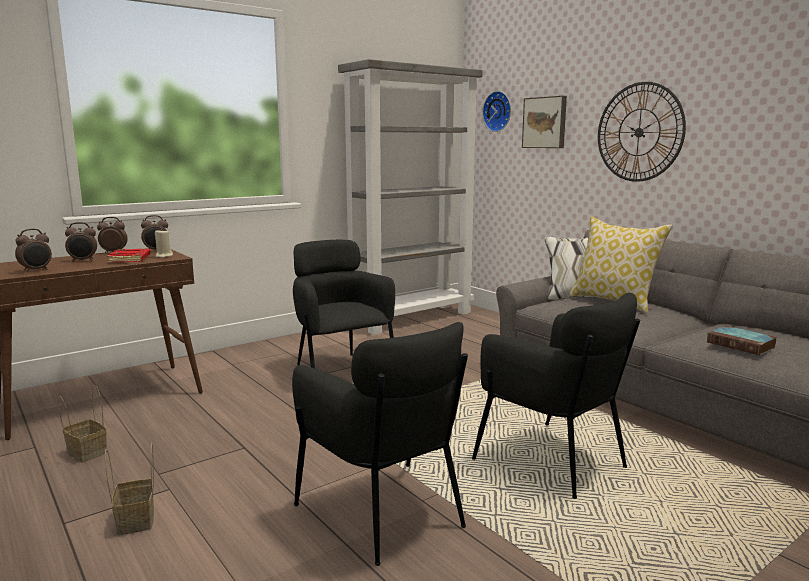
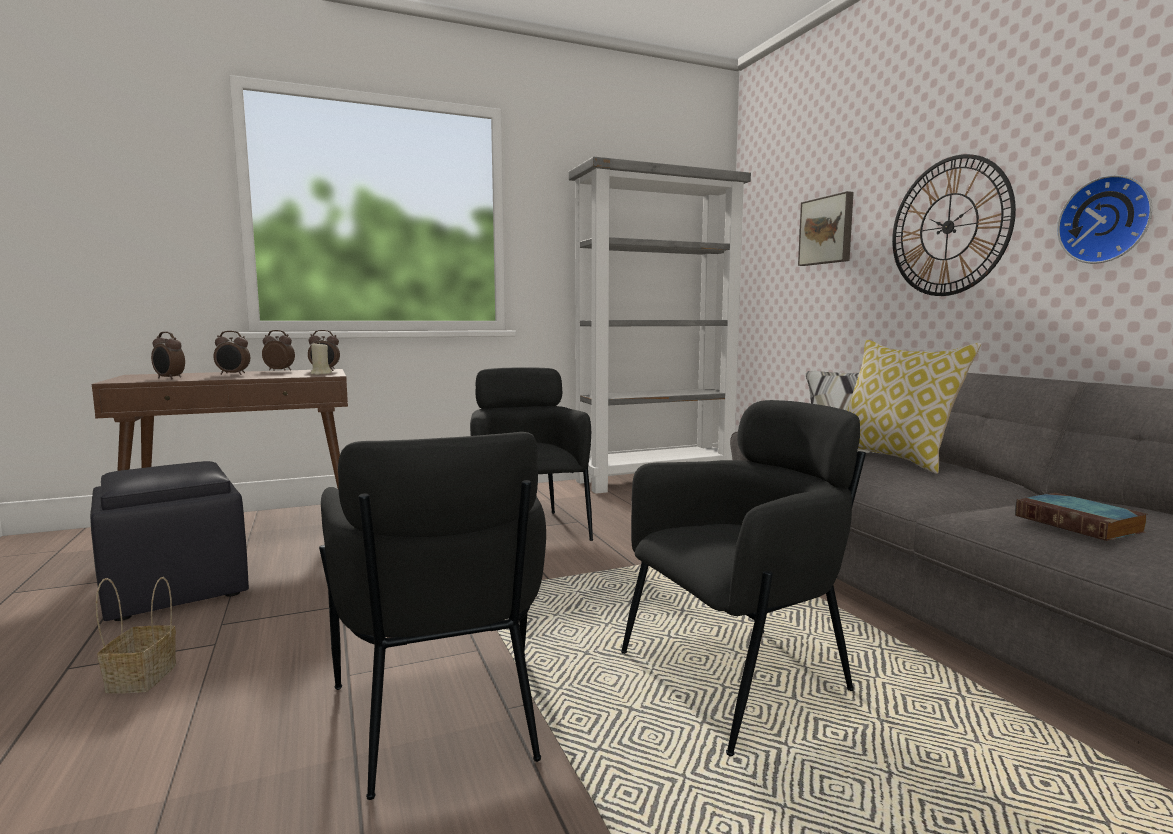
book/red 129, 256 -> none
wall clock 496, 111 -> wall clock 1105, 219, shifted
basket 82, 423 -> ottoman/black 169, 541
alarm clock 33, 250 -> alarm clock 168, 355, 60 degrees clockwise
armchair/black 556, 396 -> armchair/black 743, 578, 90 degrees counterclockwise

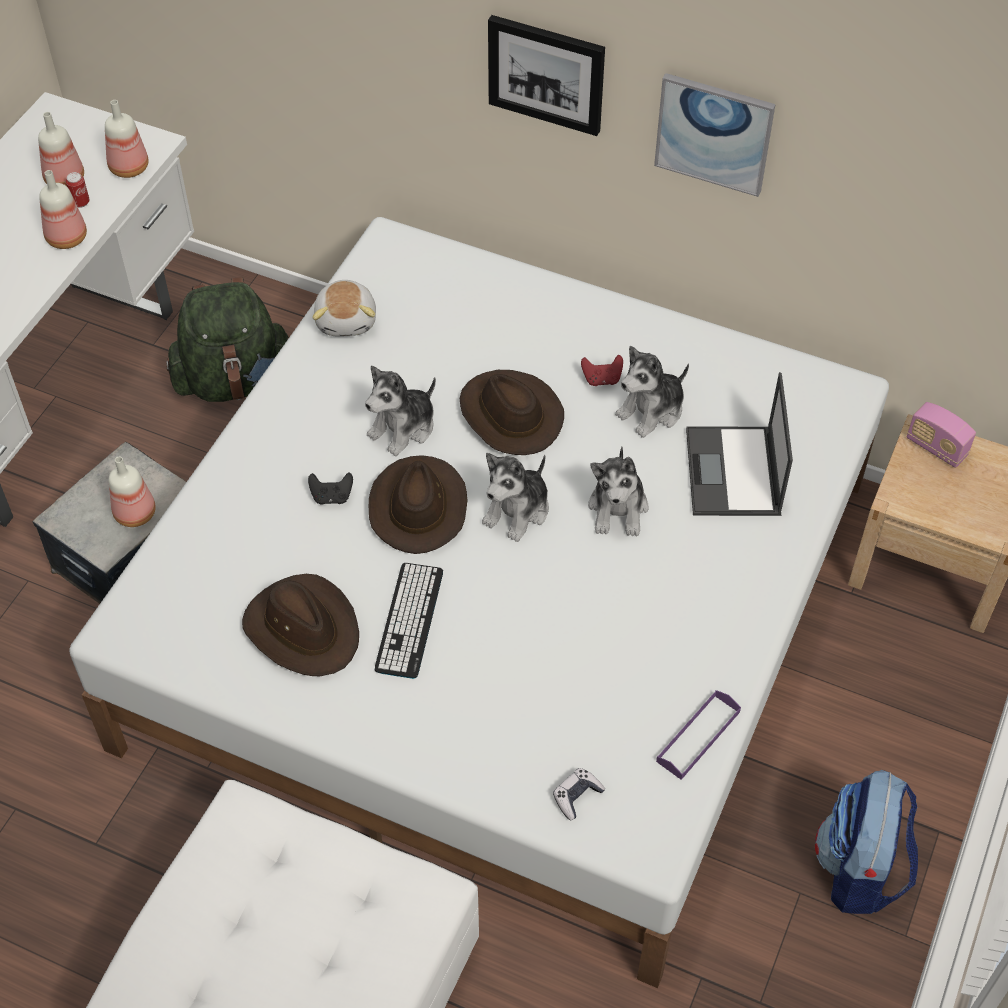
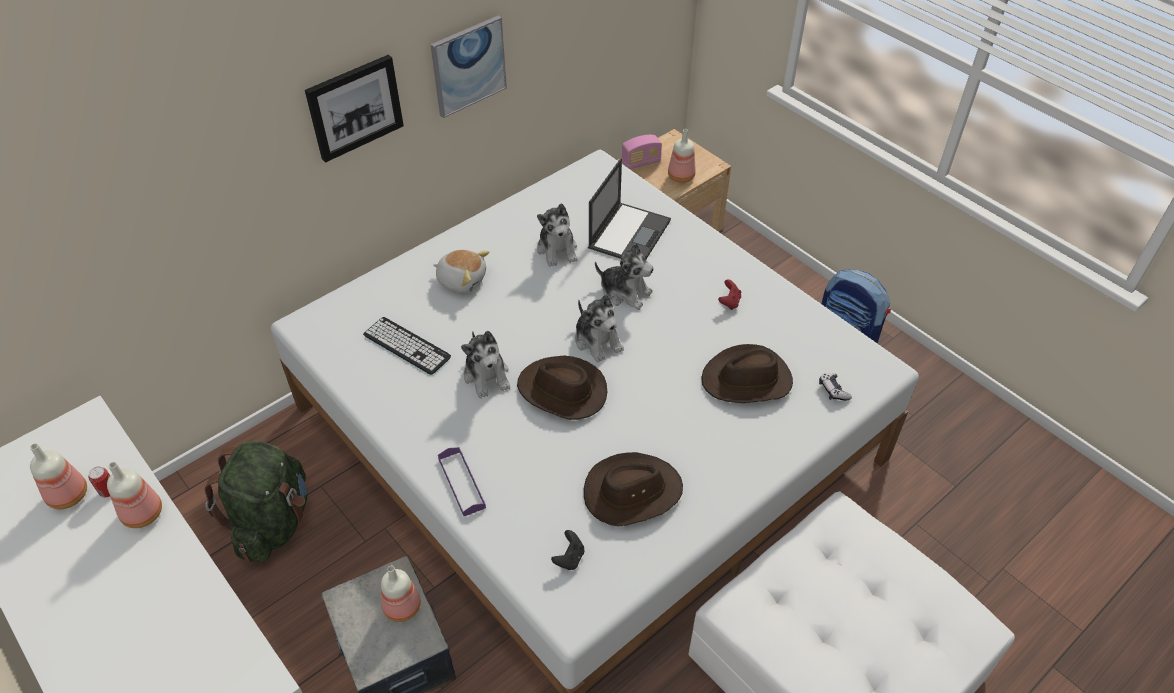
bottle 127, 139 -> bottle 682, 156, shifted
game controller/black 330, 489 -> game controller/black 568, 550, shifted
plush toy 344, 308 -> plush toy 461, 271, shifted
keyboard 409, 621 -> keyboard 407, 346, shifted
hat/brown 512, 412 -> hat/brown 747, 373, shifted
game controller/red 602, 370 -> game controller/red 729, 294, shifted
tray/purple 698, 735 -> tray/purple 462, 481, shifted
laptop 739, 444 -> laptop 629, 208, 90 degrees counterclockwise

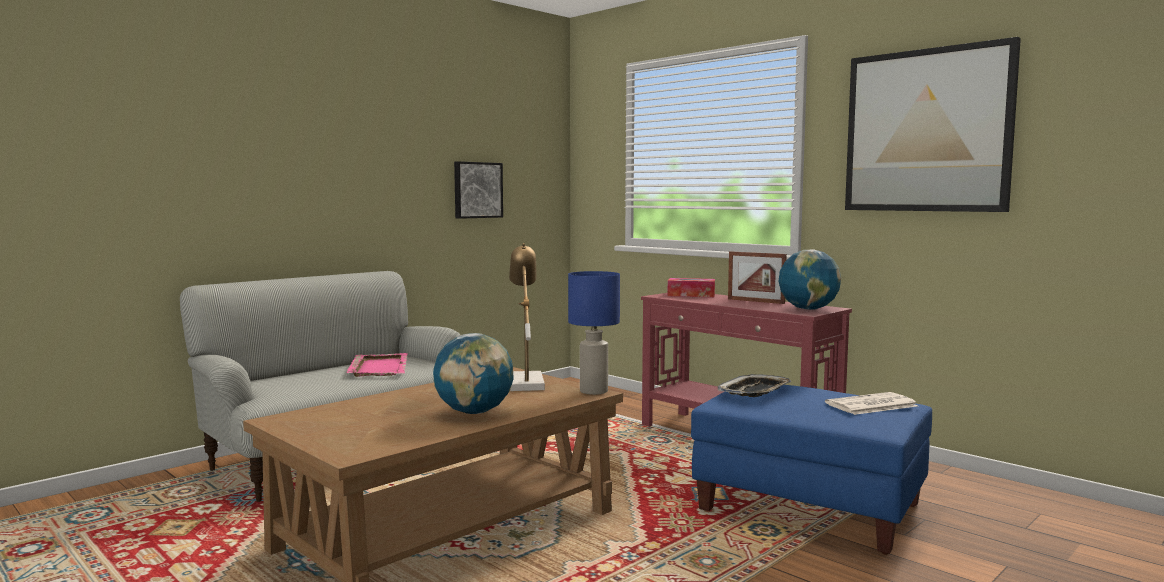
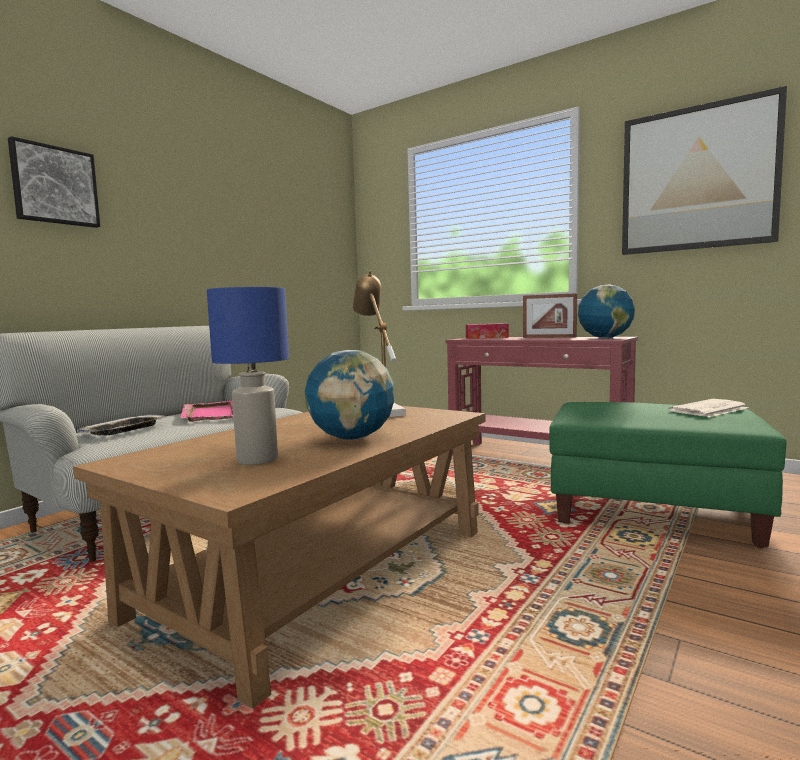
picture 478, 190 -> picture 54, 182, shifted
table lamp/blue 594, 333 -> table lamp/blue 248, 376, shifted
tray 754, 385 -> tray 122, 425, shifted
ottoman/blue 811, 470 -> ottoman/green 668, 475

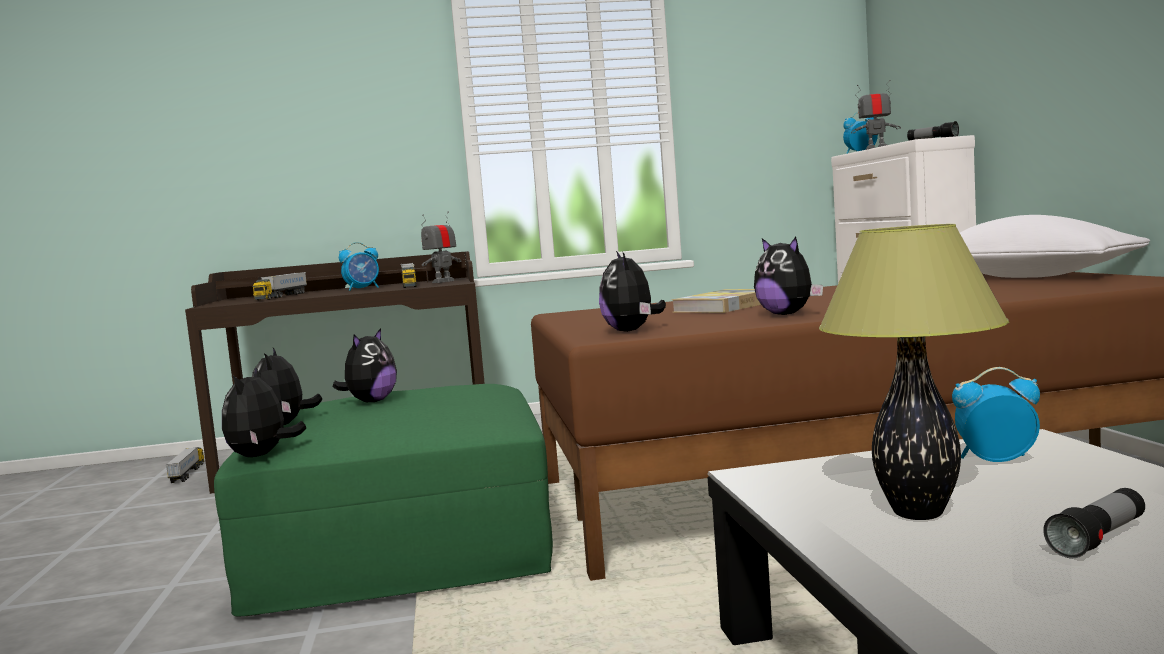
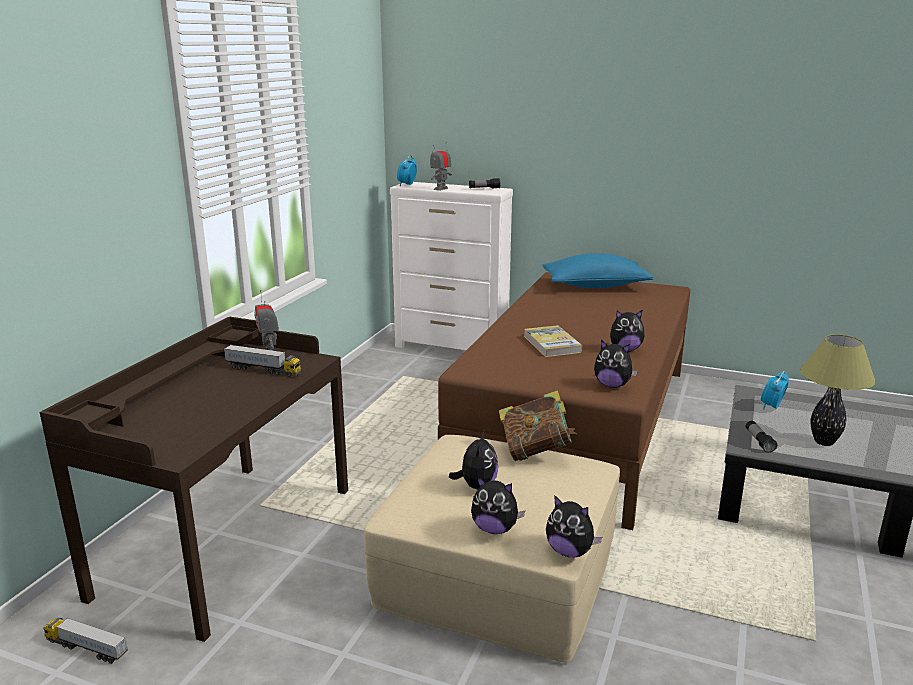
toy truck 279, 286 -> none
alarm clock 359, 266 -> none
none -> book 537, 426
flashlight 1094, 523 -> flashlight 761, 437, shifted
ottoman/green 383, 500 -> ottoman/beige 492, 549
pillow/white 1055, 246 -> pillow/blue 598, 270
plush toy 364, 365 -> plush toy 473, 460, 45 degrees clockwise

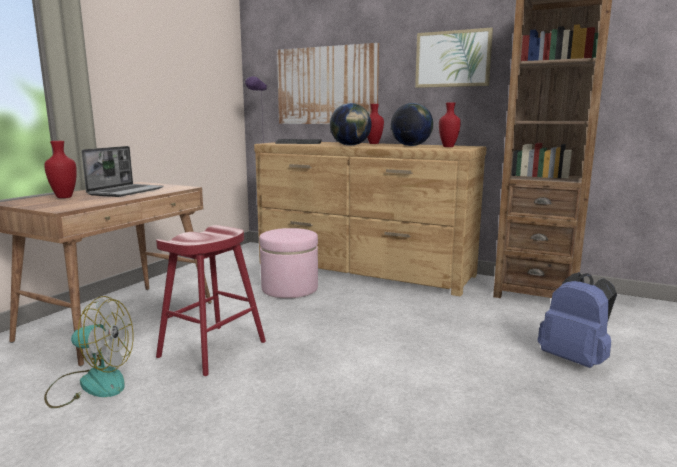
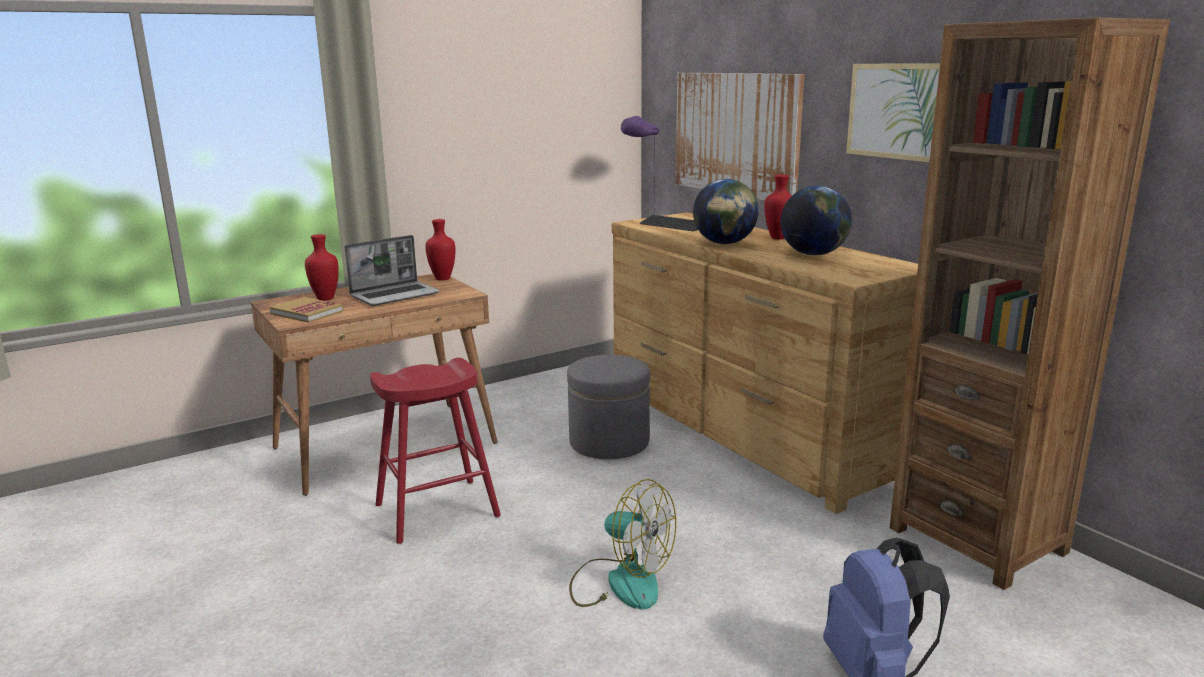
none -> book 306, 310
fan 88, 352 -> fan 622, 544, shifted
vase/red 450, 124 -> vase/red 440, 249, shifted
ottoman/pink 288, 263 -> ottoman/grey 608, 407

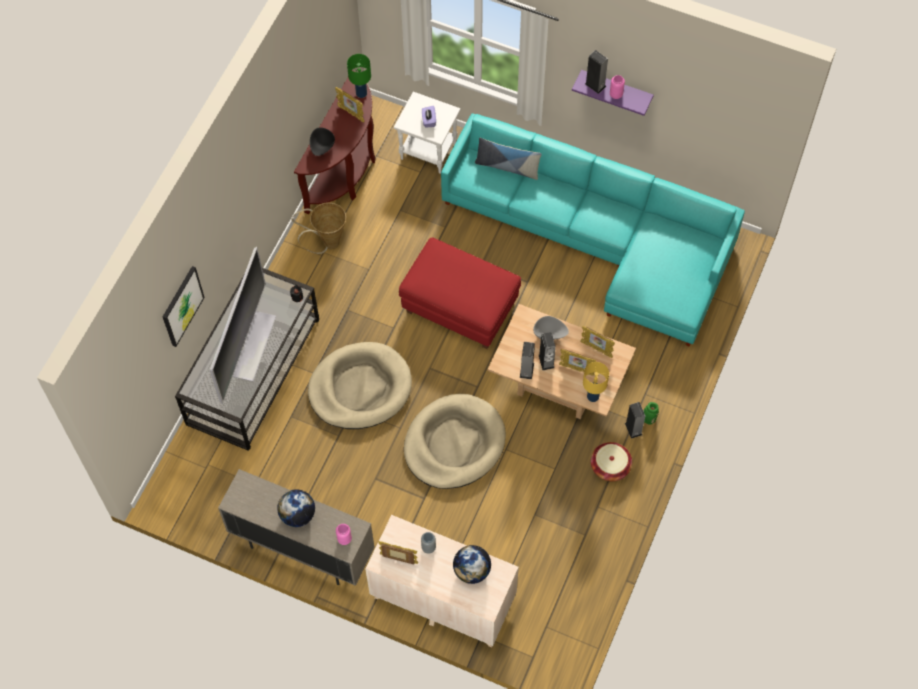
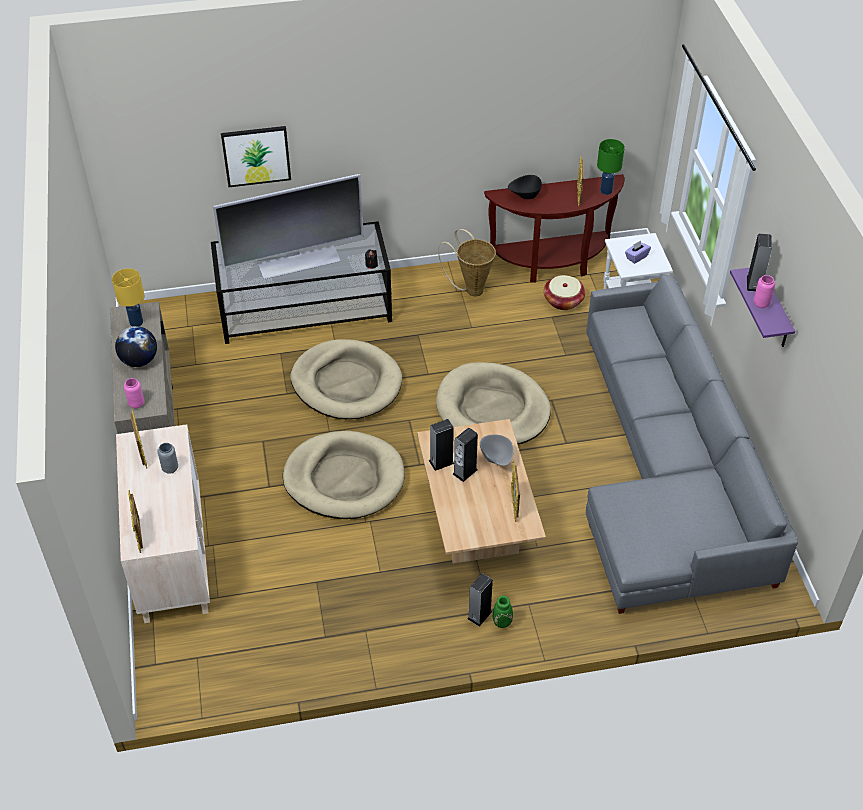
globe 472, 564 -> none
pillow 508, 159 -> none
picture frame 577, 362 -> picture frame 135, 521, shifted
table lamp/yellow 596, 382 -> table lamp/yellow 128, 297, shifted
basket 611, 461 -> basket 564, 292, shifted
ottoman/red 460, 293 -> dog bed/beige 493, 403
sofa/turquoise 593, 230 -> sofa/grey 692, 444

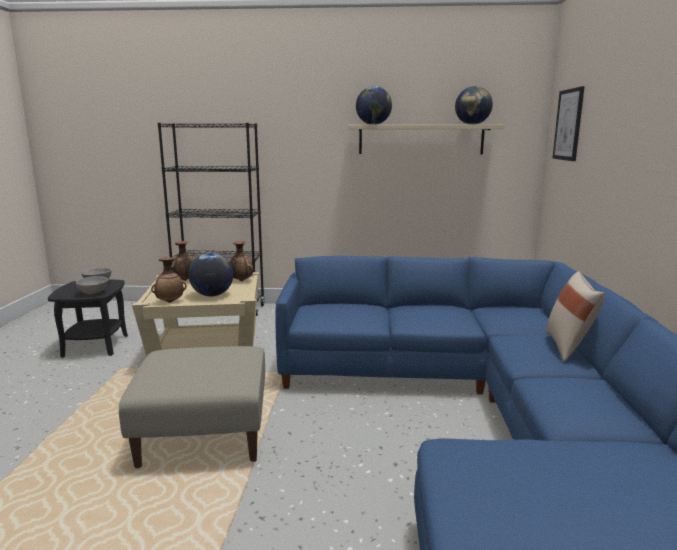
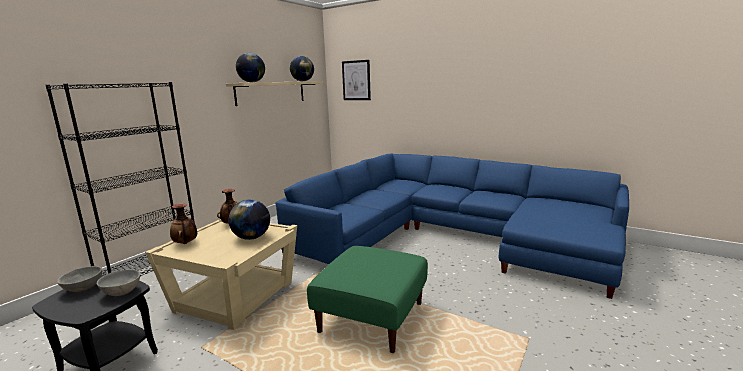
vase 169, 280 -> none
pillow/beige 575, 316 -> none
ottoman/beige 192, 407 -> ottoman/green 367, 299

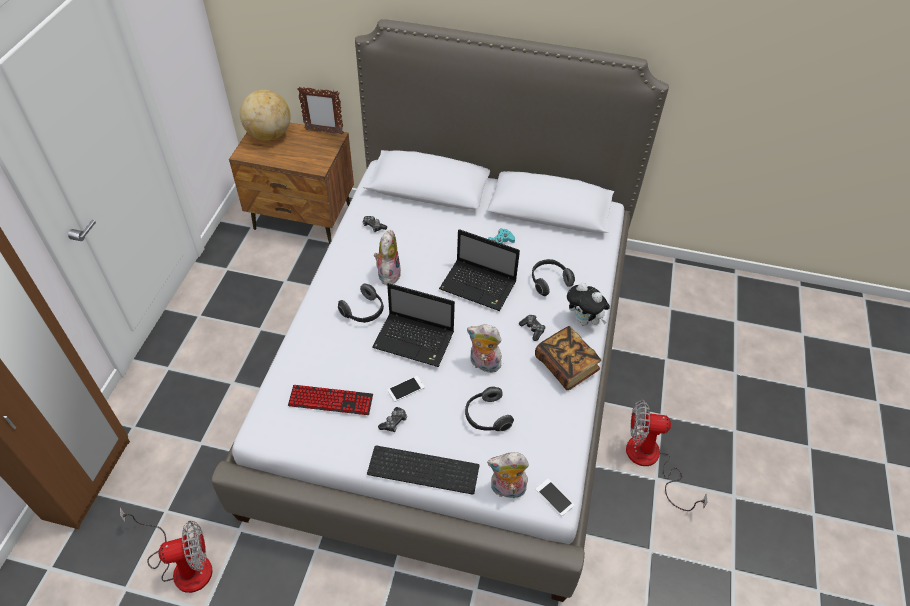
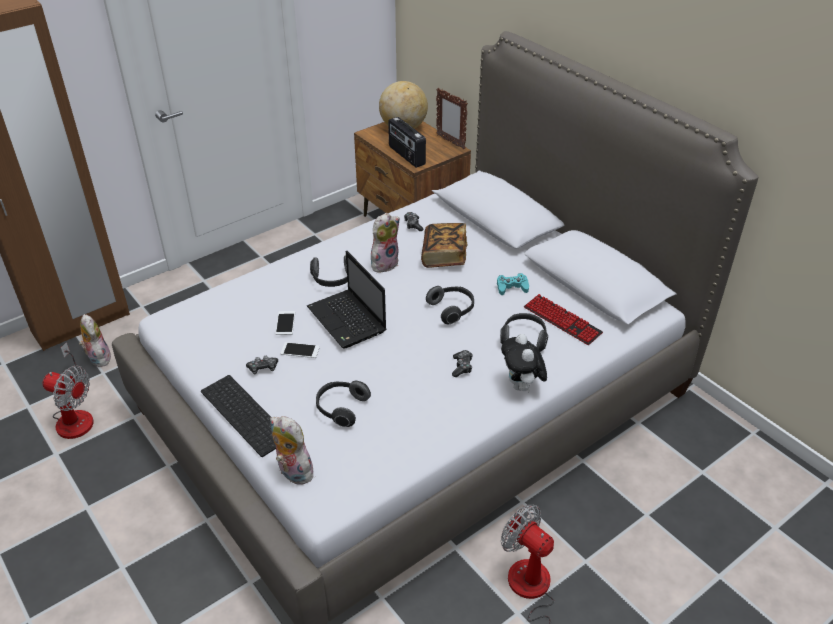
none -> radio 407, 142
keyboard 330, 400 -> keyboard 563, 319, shifted
plush toy 484, 348 -> plush toy 96, 340, shifted
book 568, 358 -> book 444, 245, shifted
phone 555, 497 -> phone 285, 323, shifted
laptop 479, 270 -> headphones 450, 305

